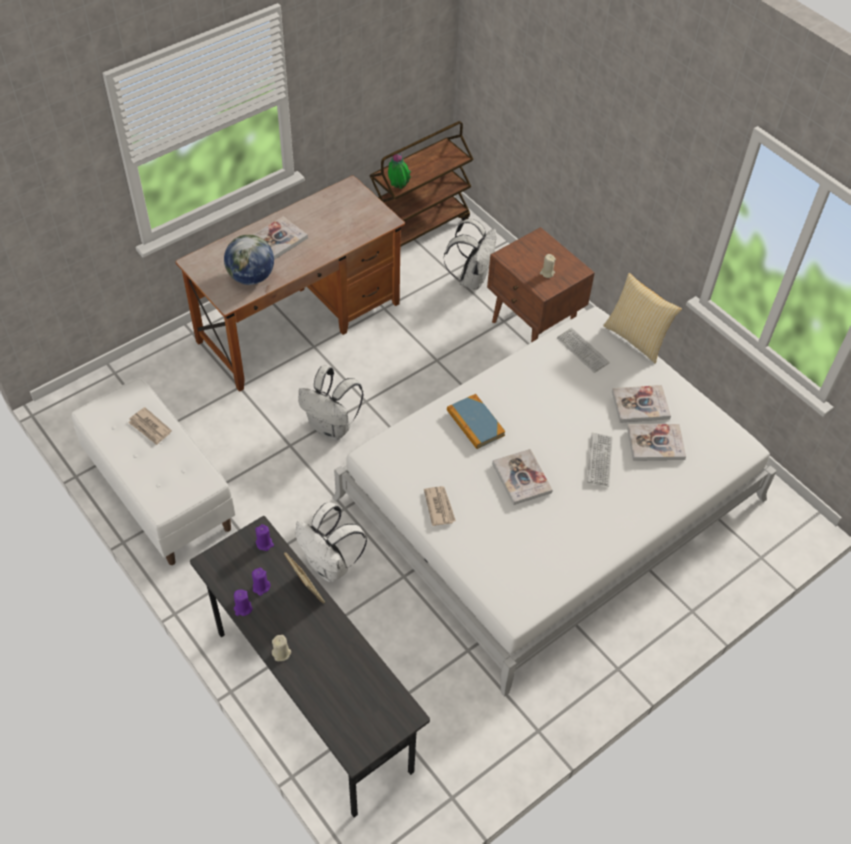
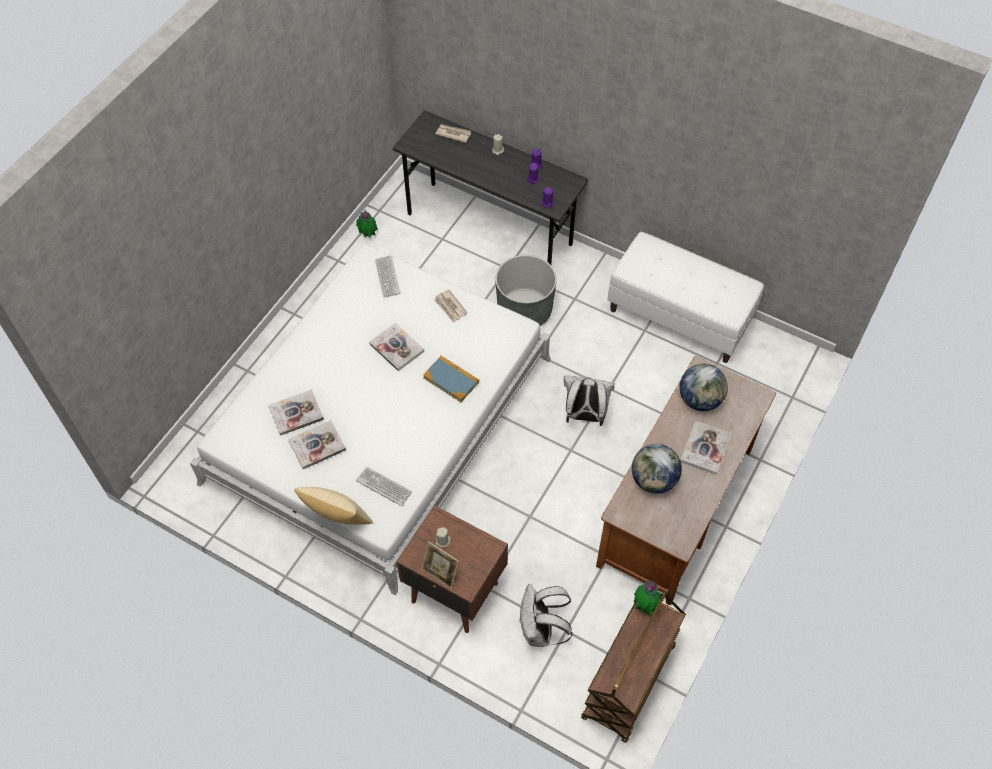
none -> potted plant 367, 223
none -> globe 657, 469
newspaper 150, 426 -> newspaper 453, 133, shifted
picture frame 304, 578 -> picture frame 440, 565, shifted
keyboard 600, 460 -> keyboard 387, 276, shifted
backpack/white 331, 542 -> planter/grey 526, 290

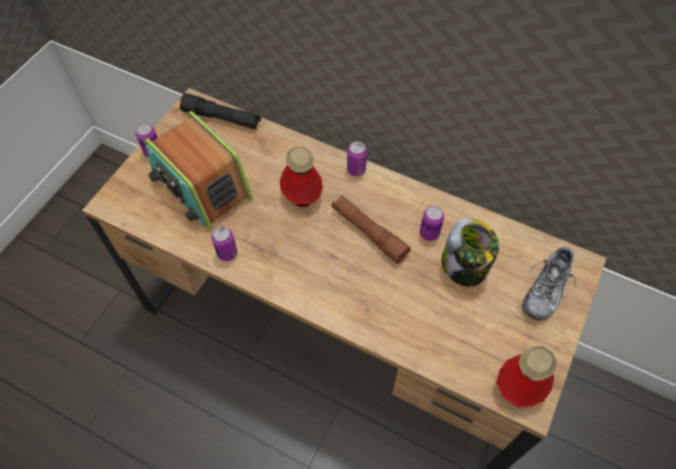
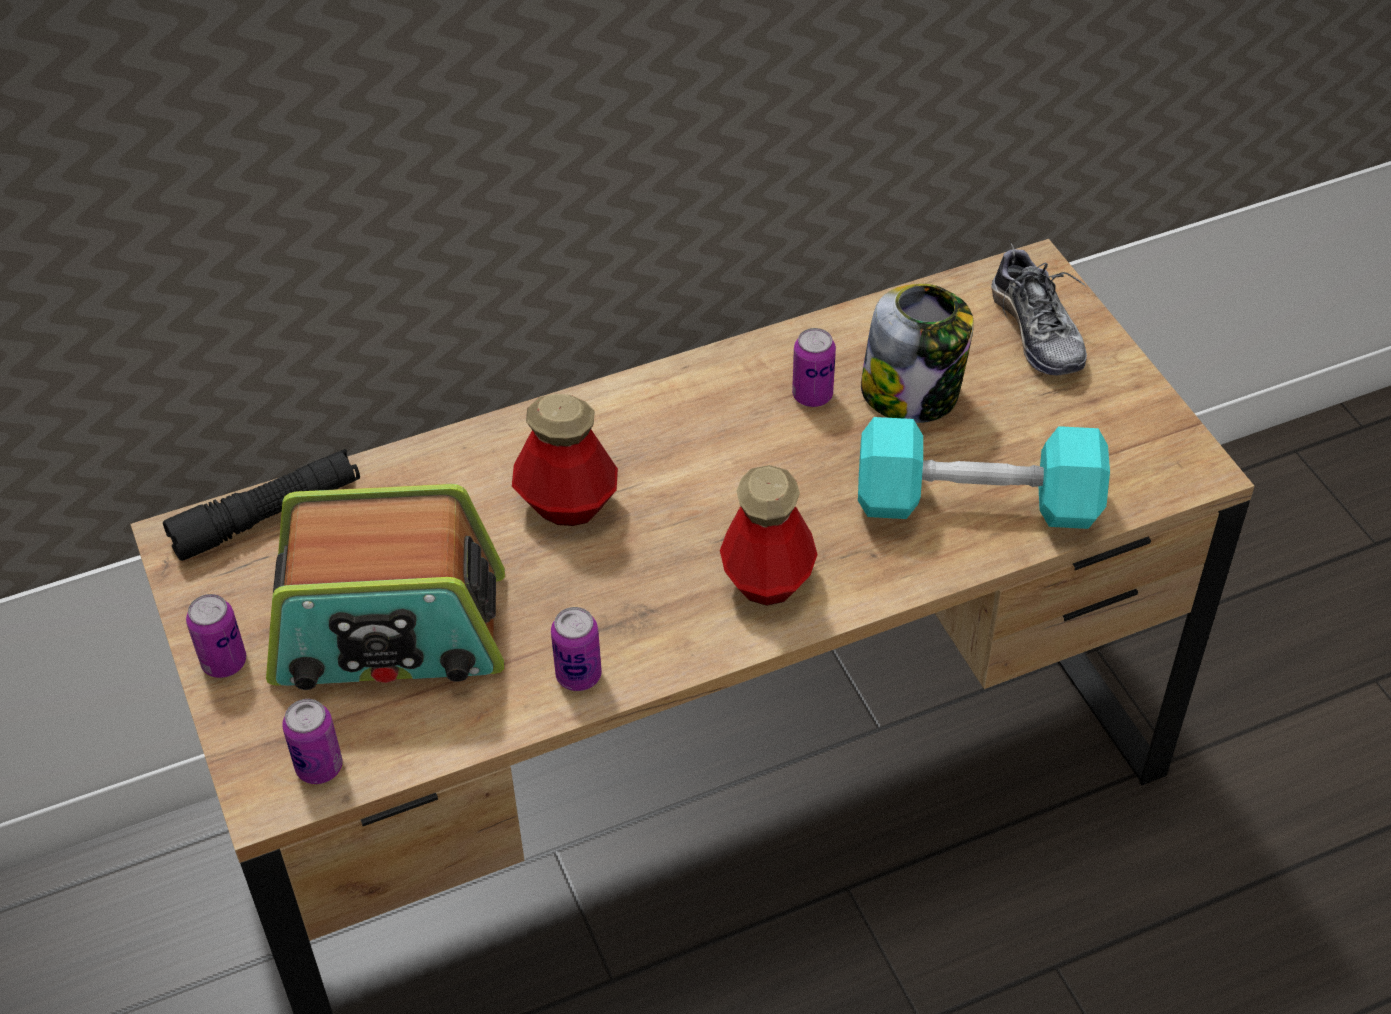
flashlight/brown 371, 229 -> none
none -> dumbbell/turquoise 984, 473
can 357, 158 -> can 312, 741, shifted
bottle 526, 376 -> bottle 769, 535, shifted

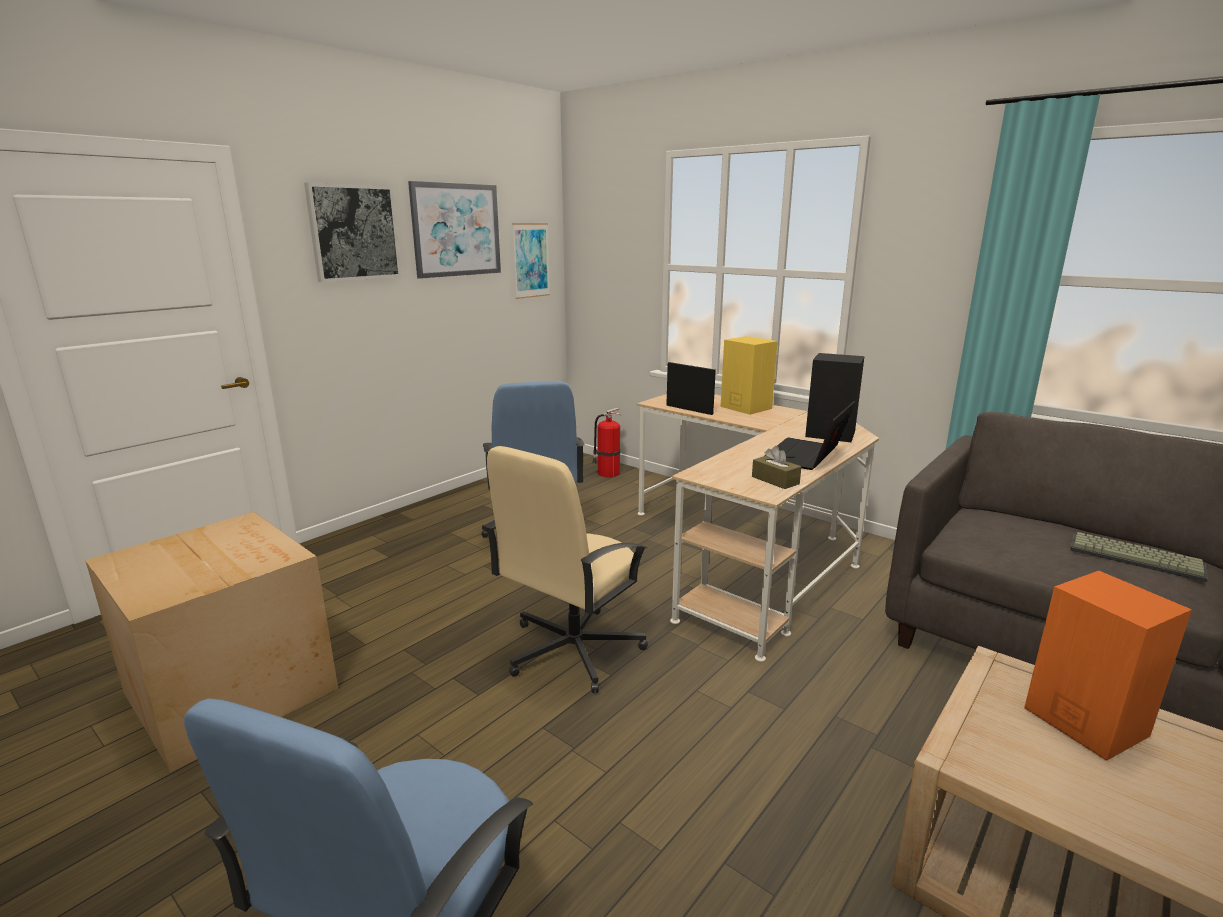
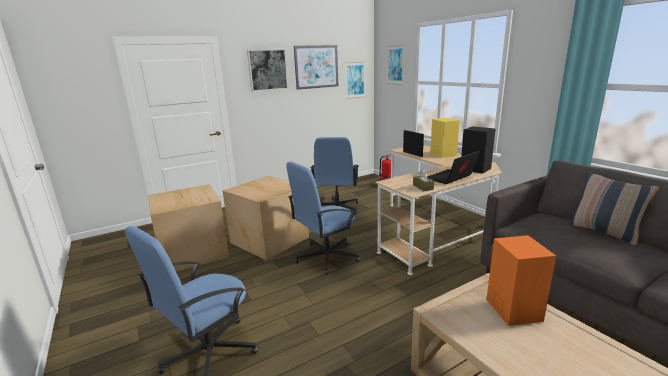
keyboard 1139, 557 -> none
none -> cardboard box 266, 218
none -> picture 395, 65
none -> pillow 614, 209
office chair/beige 566, 569 -> office chair/blue 323, 218

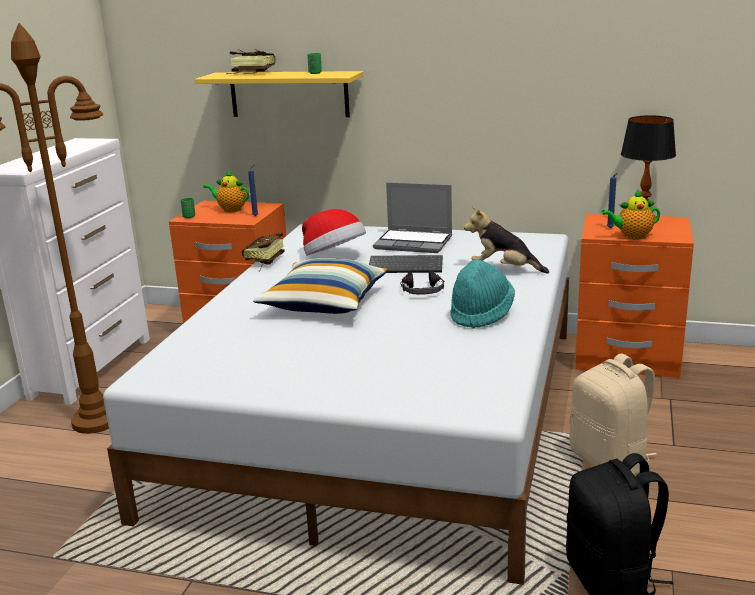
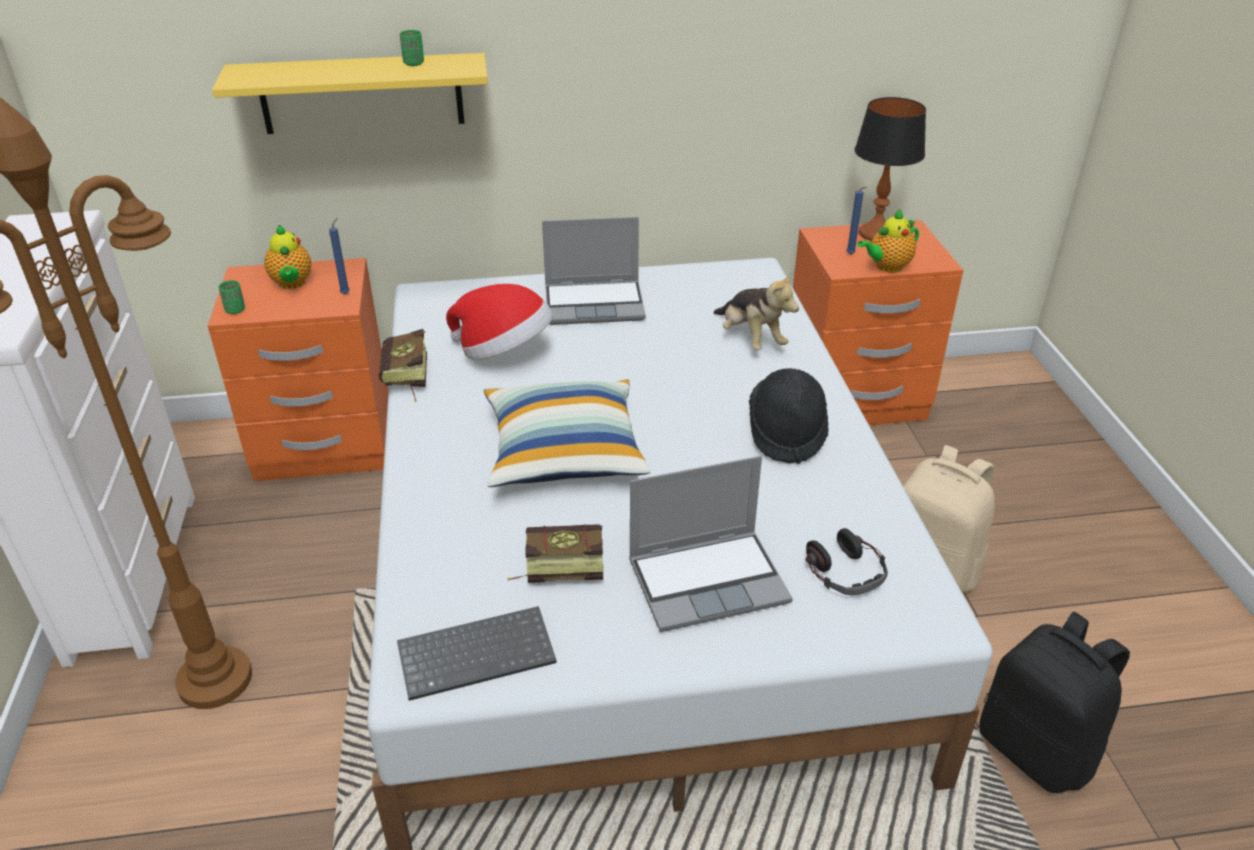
none -> laptop 711, 544
book 250, 61 -> book 555, 553, shifted
keyboard 406, 264 -> keyboard 477, 653, shifted
headphones 422, 282 -> headphones 846, 561, shifted
hat/turquoise 482, 294 -> hat/black 788, 416
teapot 226, 191 -> teapot 287, 257, 105 degrees counterclockwise
plush toy 506, 240 -> plush toy 756, 311, 120 degrees counterclockwise

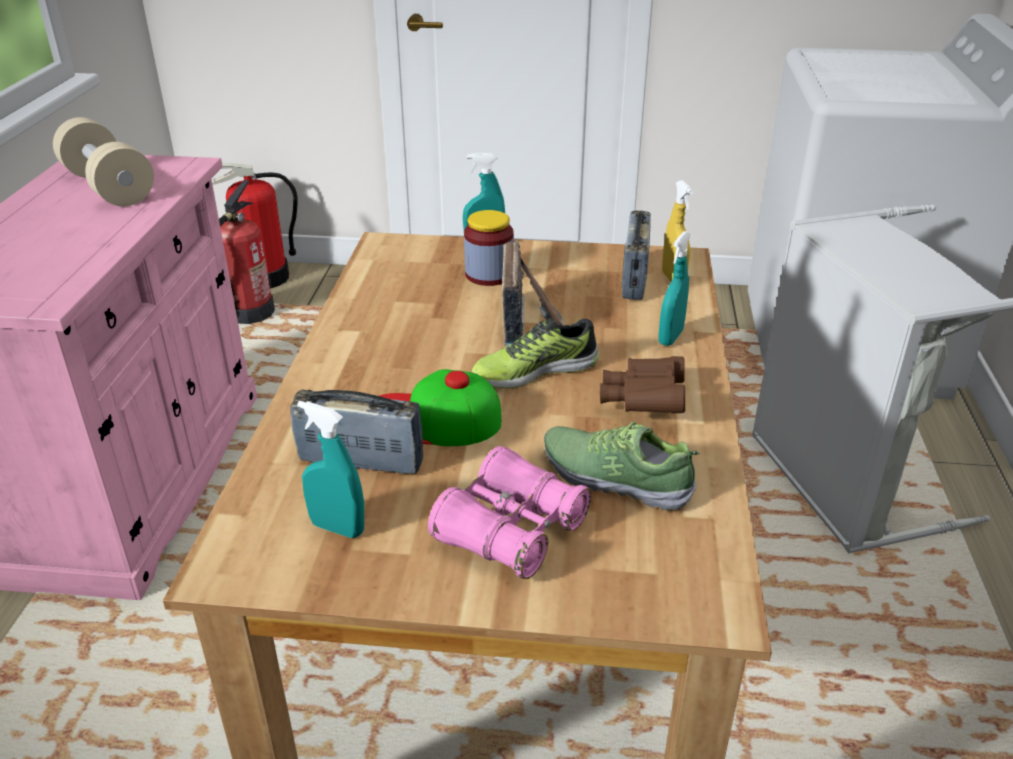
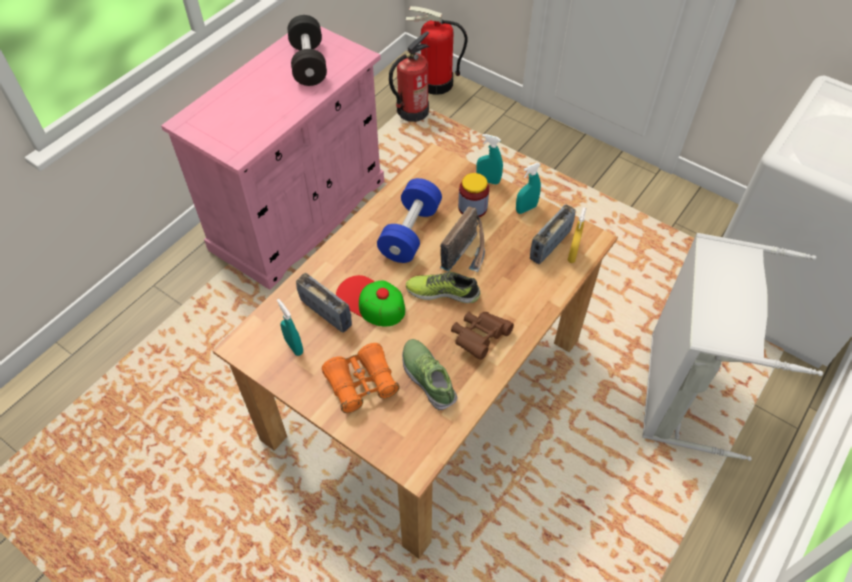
none -> dumbbell/blue 409, 220
spray bottle/turquoise 674, 288 -> spray bottle/turquoise 528, 188, shifted
dumbbell/beige 103, 161 -> dumbbell/black 307, 50
binoculars/pink 510, 512 -> binoculars/orange 361, 378

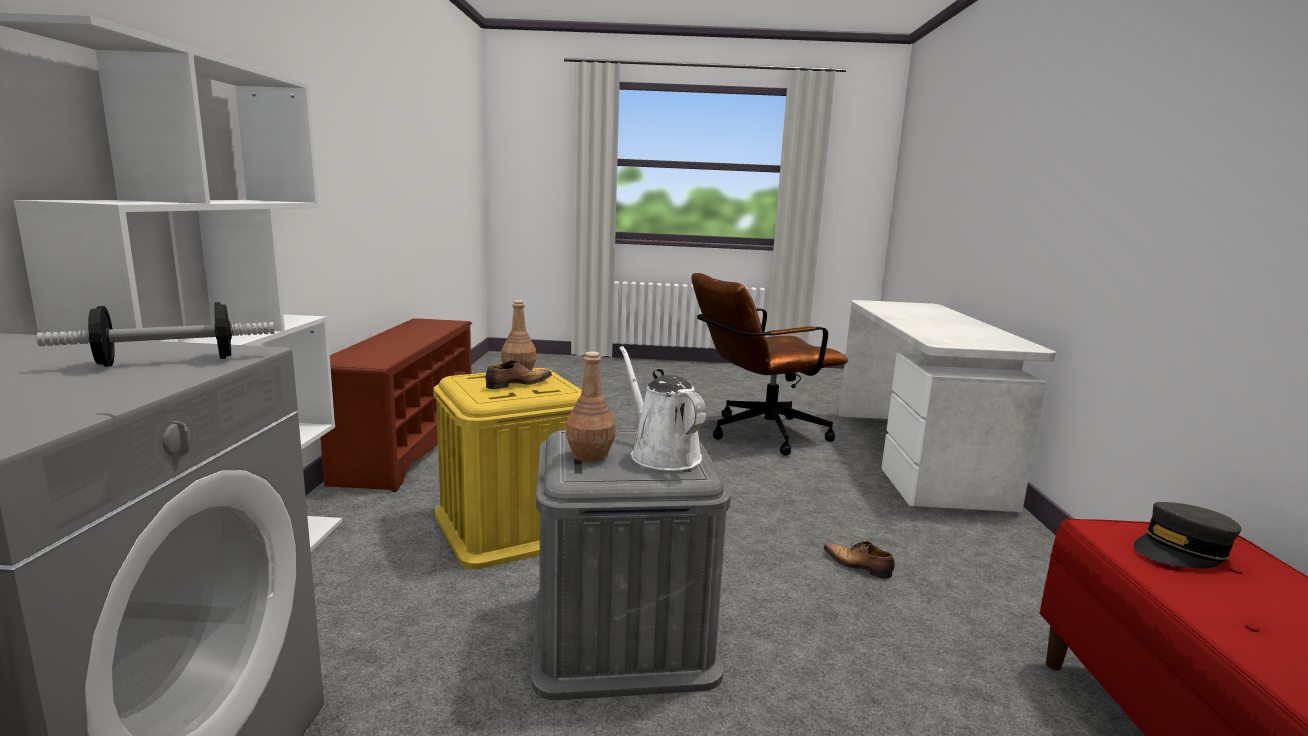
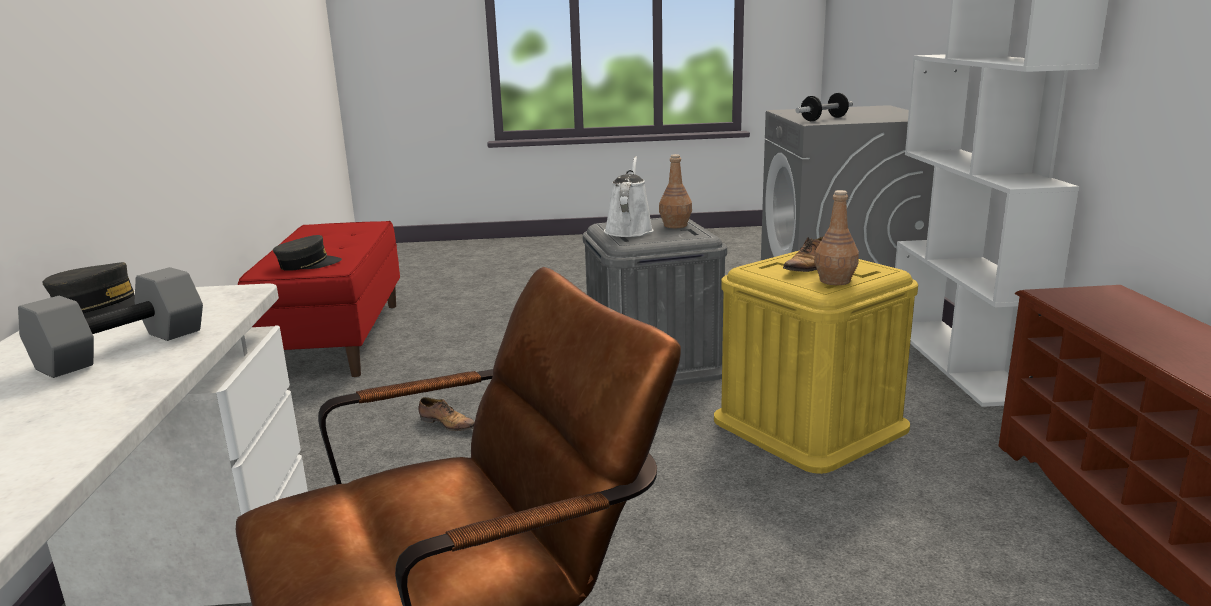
none -> dumbbell/grey 110, 322
none -> cap/grey 88, 290
watering can/white 662, 408 -> watering can/white 629, 196, 135 degrees counterclockwise

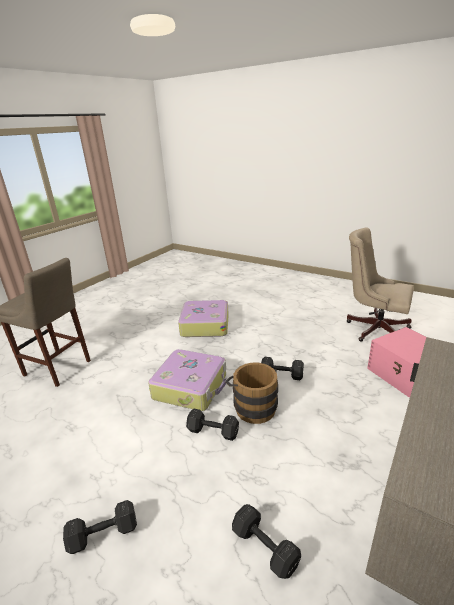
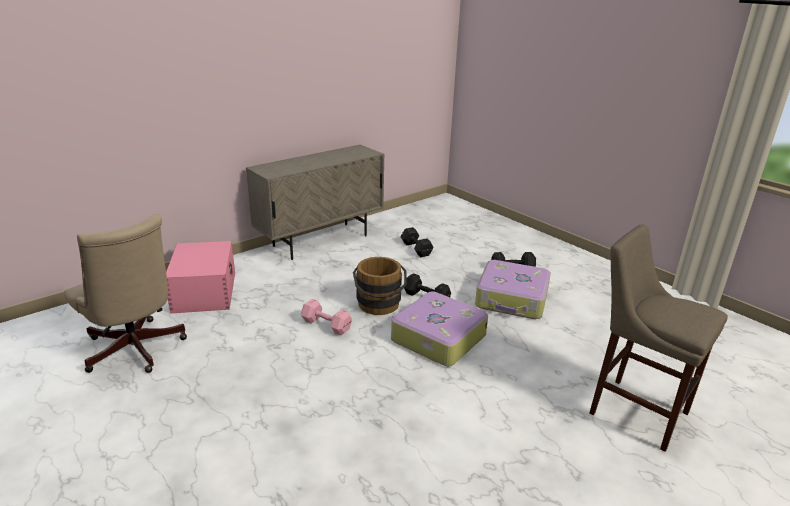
suitcase 203, 318 -> suitcase 513, 289, shifted
dumbbell/black 282, 368 -> dumbbell/pink 326, 317

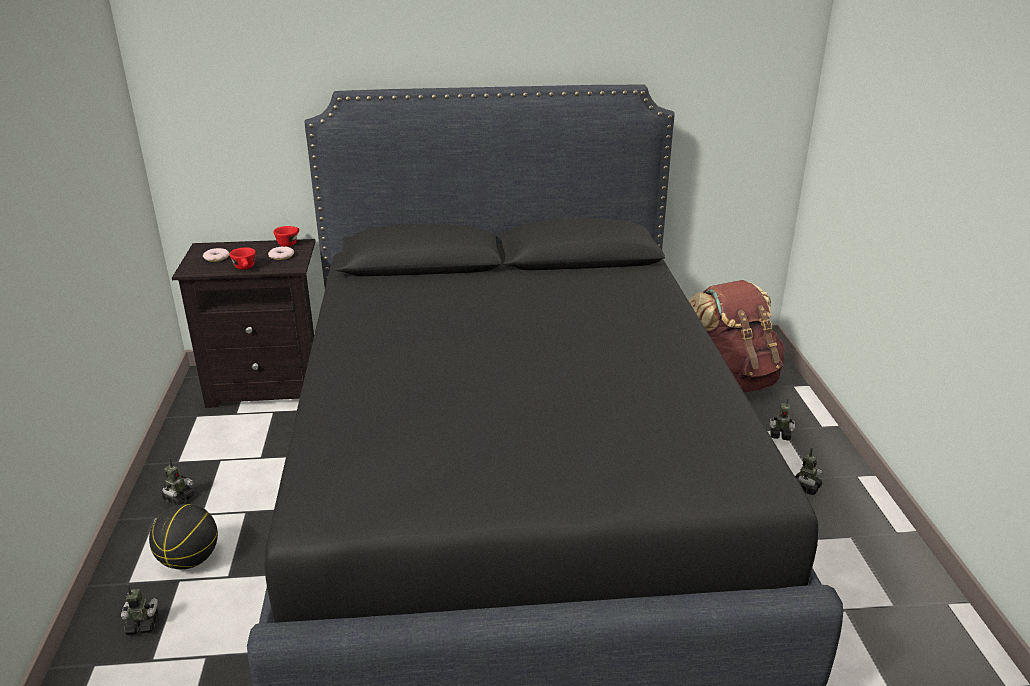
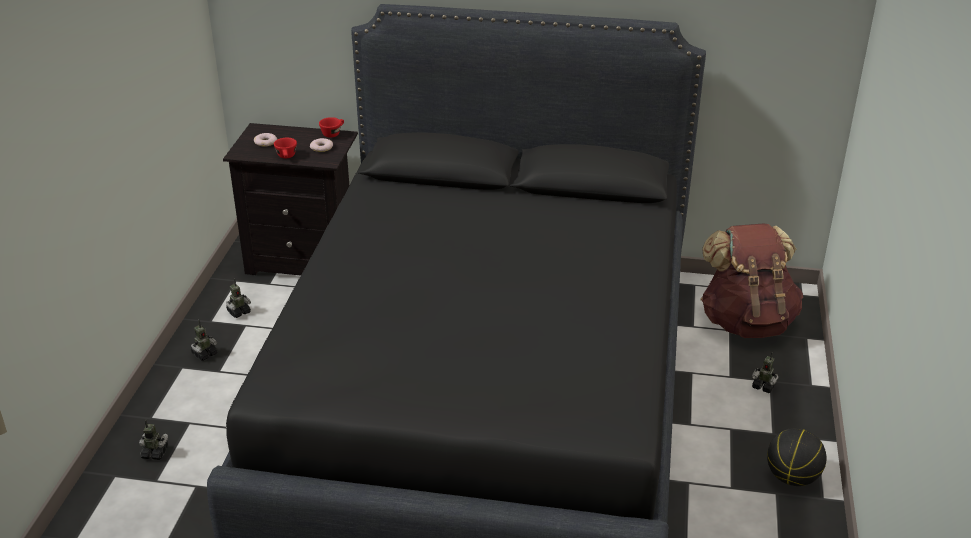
basketball 183, 536 -> basketball 796, 457, shifted
toy robot 809, 471 -> toy robot 238, 298, shifted

